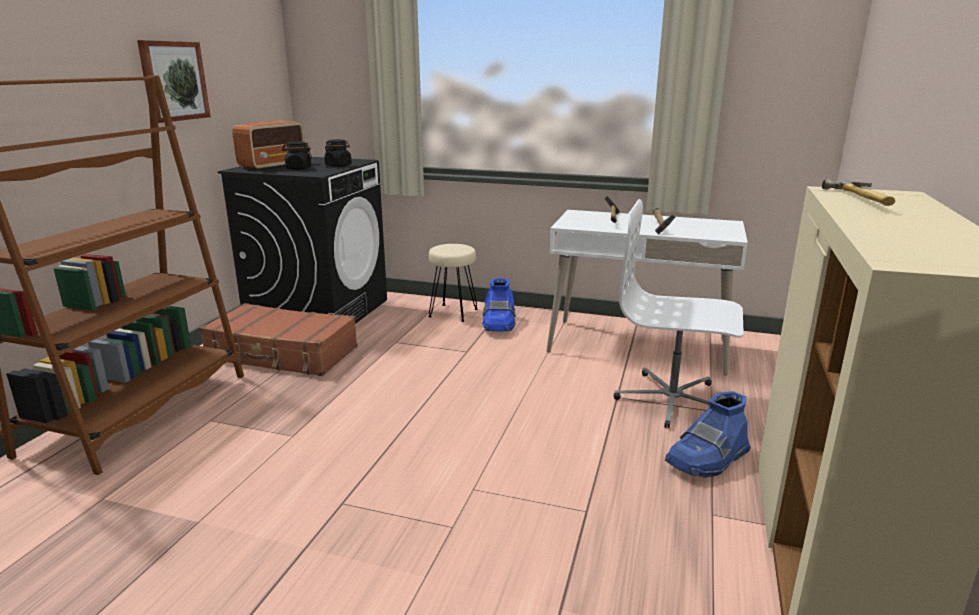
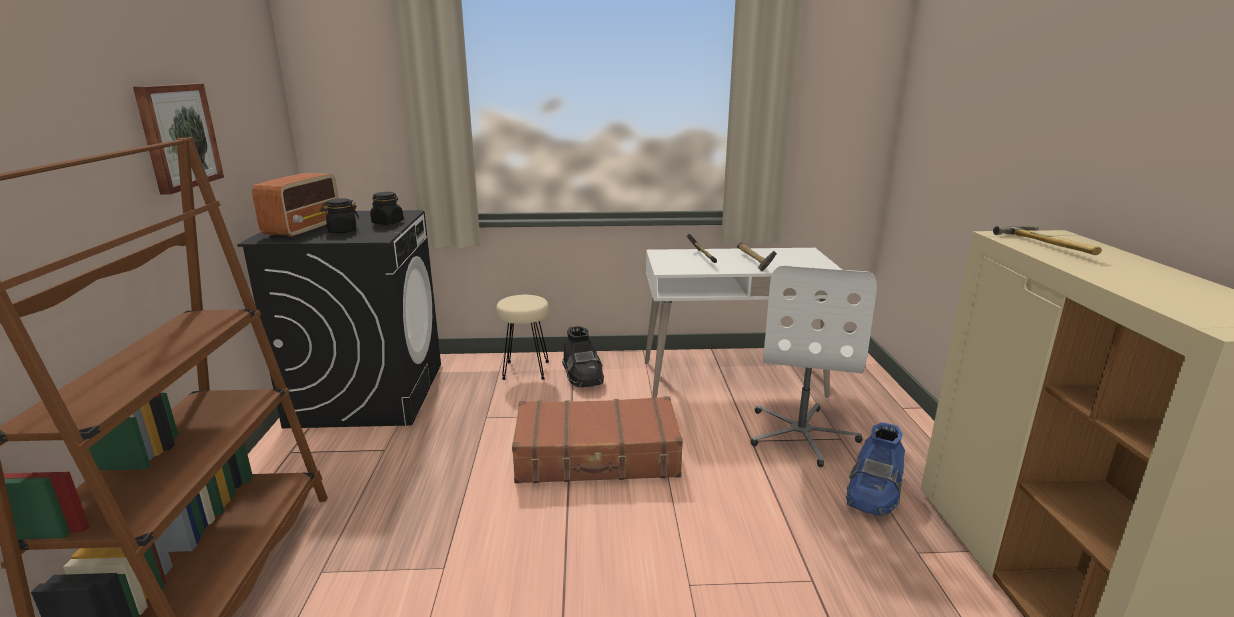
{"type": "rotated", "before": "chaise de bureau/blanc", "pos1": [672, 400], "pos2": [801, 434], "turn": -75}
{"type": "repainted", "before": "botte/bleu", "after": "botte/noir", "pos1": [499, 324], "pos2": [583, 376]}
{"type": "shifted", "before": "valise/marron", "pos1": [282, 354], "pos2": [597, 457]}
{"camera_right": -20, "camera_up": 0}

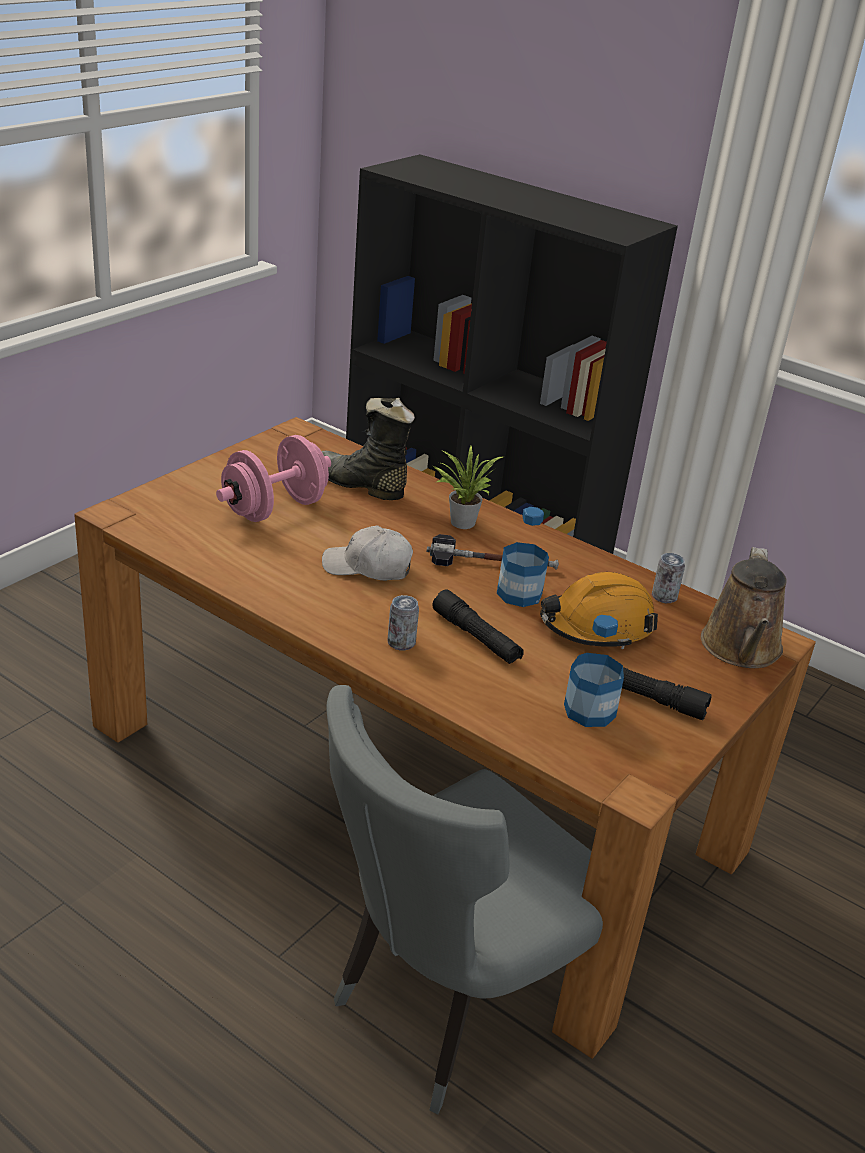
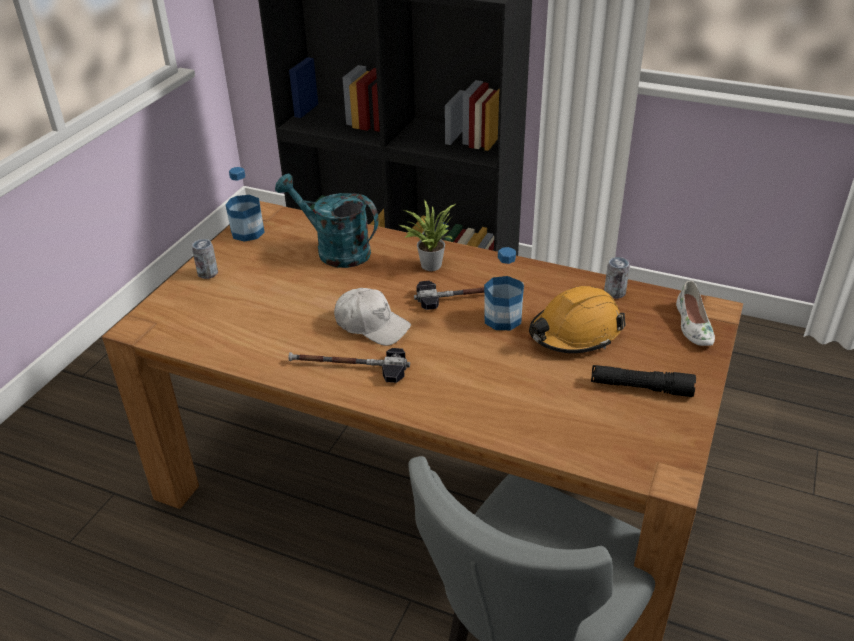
{"type": "swapped", "before": "botte/noir", "after": "arrosoir/turquoise", "pos1": [360, 485], "pos2": [335, 250]}
{"type": "gone", "before": "haltère/rose", "pos1": [274, 509]}
{"type": "rotated", "before": "casquette/blanc", "pos1": [368, 567], "pos2": [372, 325], "turn": -150}
{"type": "swapped", "before": "arrosoir/marron", "after": "chaussure/blanc", "pos1": [741, 649], "pos2": [692, 325]}
{"type": "gone", "before": "lampe de poche/noir", "pos1": [476, 637]}
{"type": "shifted", "before": "boîte métallique", "pos1": [401, 643], "pos2": [208, 273]}
{"type": "shifted", "before": "bouteille", "pos1": [589, 710], "pos2": [247, 232]}
{"type": "new", "after": "marteau", "pos2": [348, 367]}
{"camera_right": -10, "camera_up": 5}

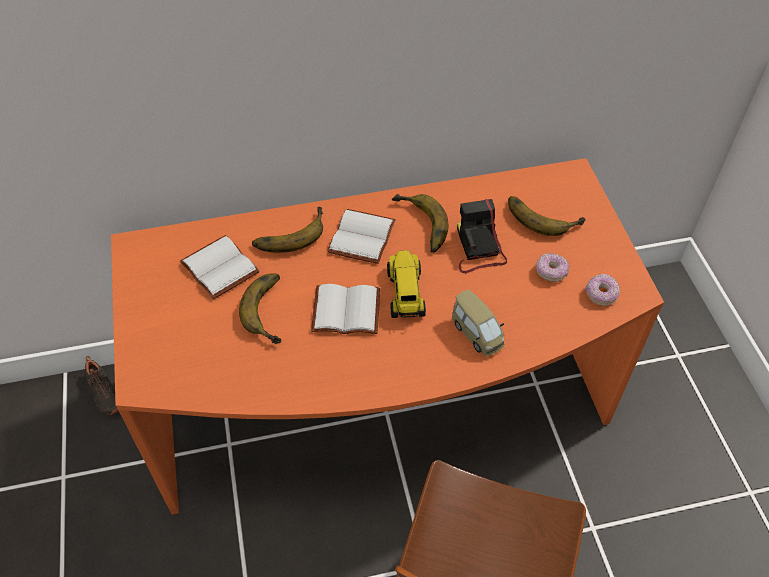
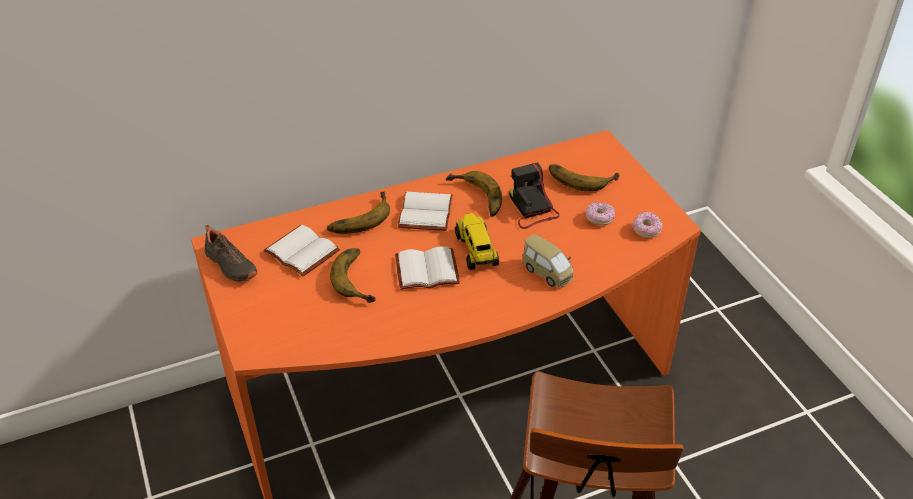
{"type": "shifted", "before": "chaussure/noir", "pos1": [103, 393], "pos2": [230, 266]}
{"camera_right": -10, "camera_up": -10}

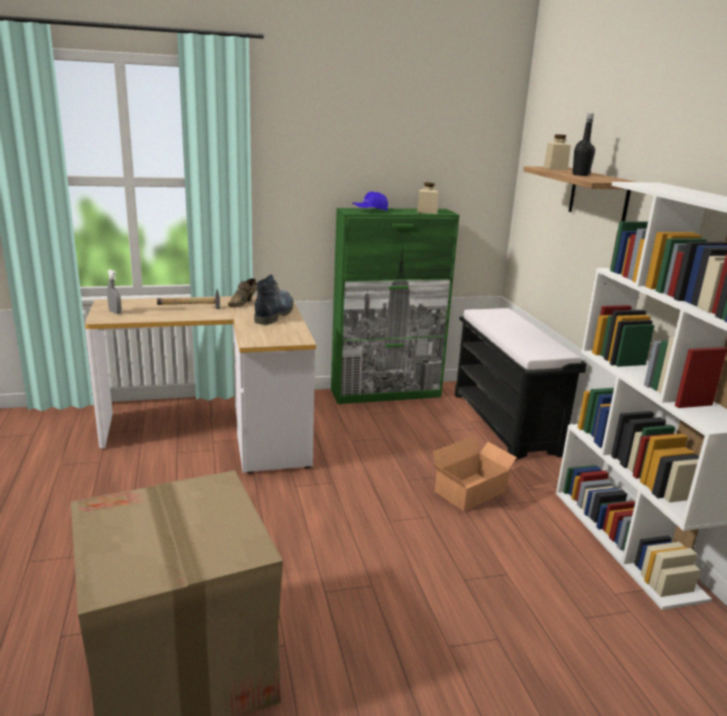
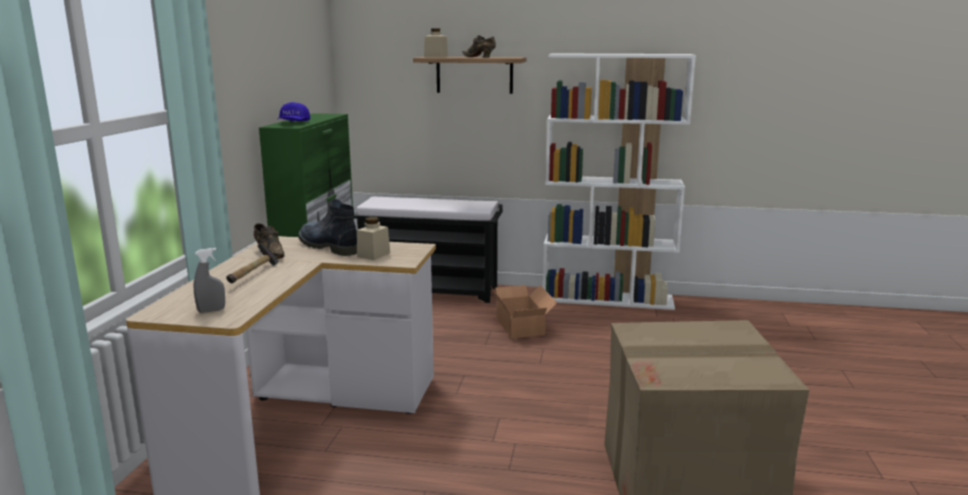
{"type": "swapped", "before": "bouteille/noir", "after": "chaussure/marron", "pos1": [580, 175], "pos2": [479, 57]}
{"type": "shifted", "before": "bocal/beige", "pos1": [427, 212], "pos2": [373, 255]}
{"camera_right": -65, "camera_up": -5}

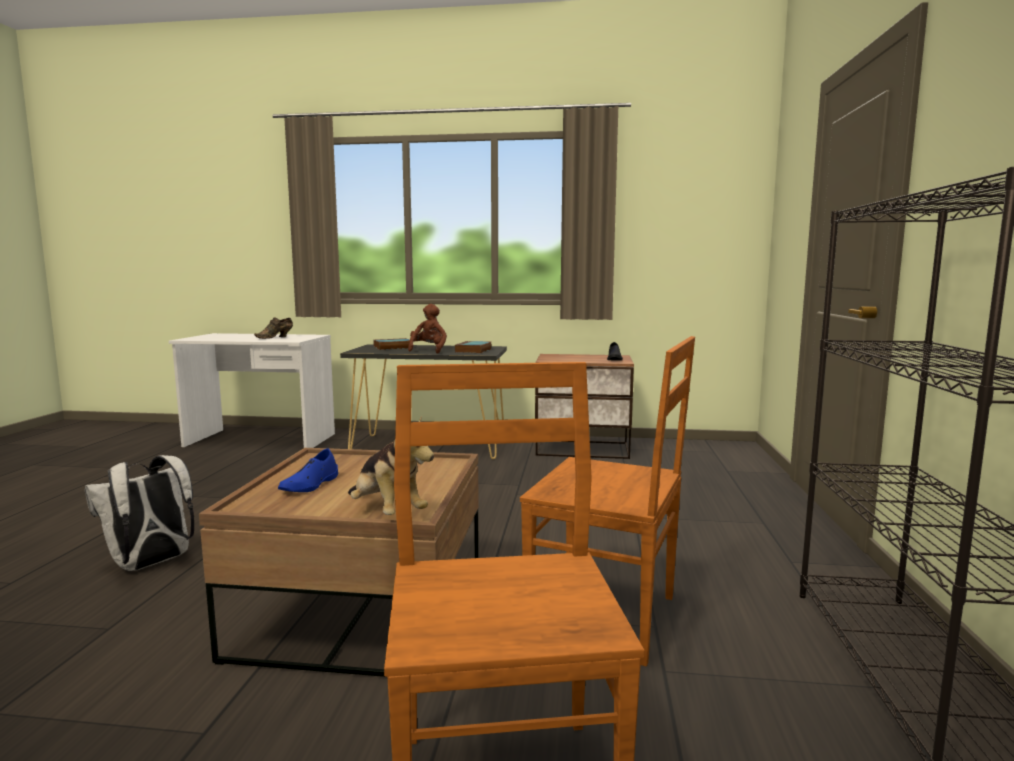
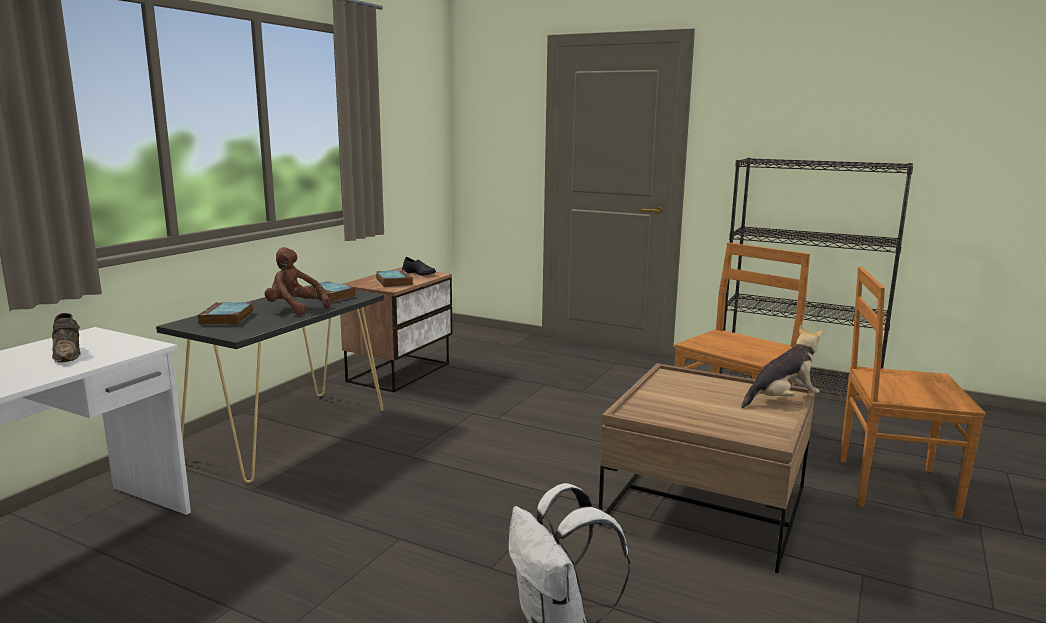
{"type": "gone", "before": "chaussure/bleu", "pos1": [310, 485]}
{"type": "new", "after": "livre", "pos2": [393, 282]}
{"camera_right": -70, "camera_up": 5}

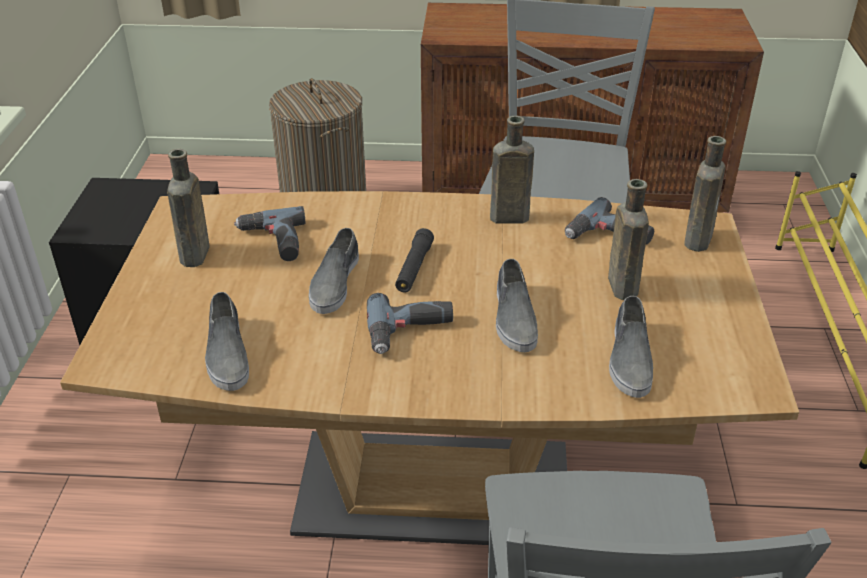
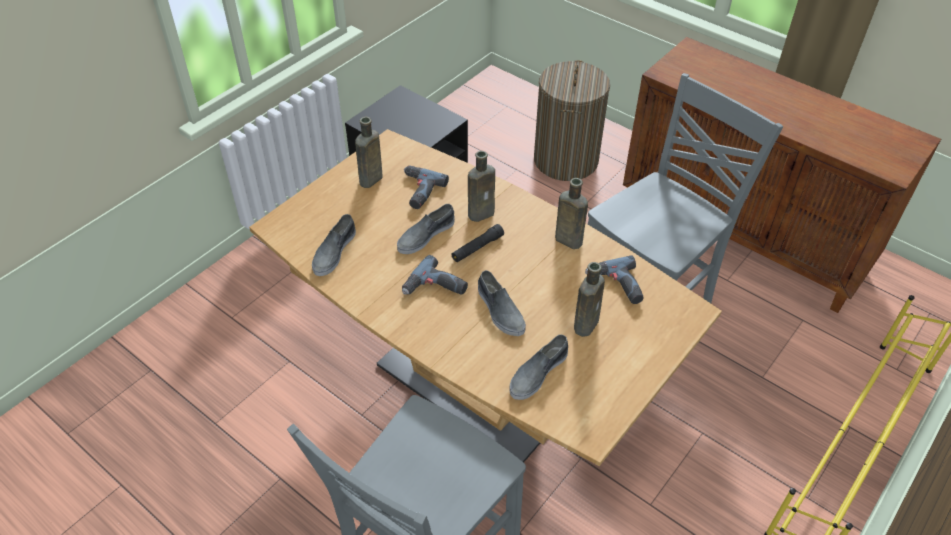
{"type": "shifted", "before": "bouteille/marron", "pos1": [698, 238], "pos2": [483, 213]}
{"type": "rotated", "before": "chaussure/gris", "pos1": [514, 318], "pos2": [500, 310], "turn": -60}
{"camera_right": 35, "camera_up": 10}

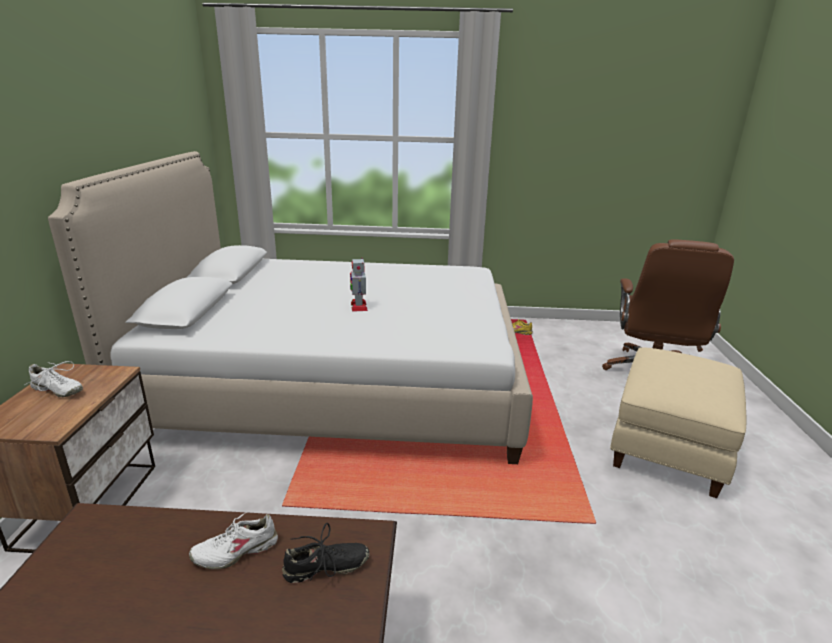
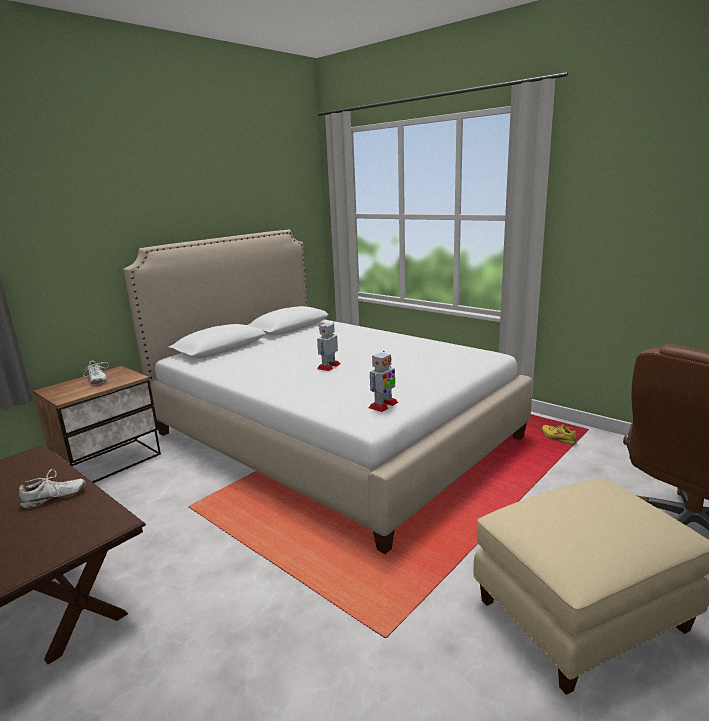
{"type": "rotated", "before": "chaussure/blanc", "pos1": [236, 551], "pos2": [54, 498], "turn": 135}
{"type": "gone", "before": "chaussure/noir", "pos1": [326, 568]}
{"type": "new", "after": "robot jouet", "pos2": [383, 405]}
{"camera_right": 40, "camera_up": -5}

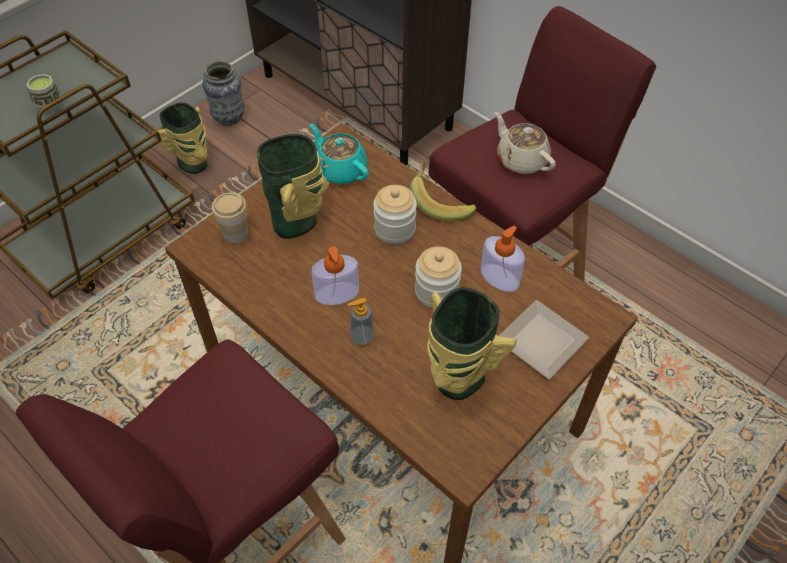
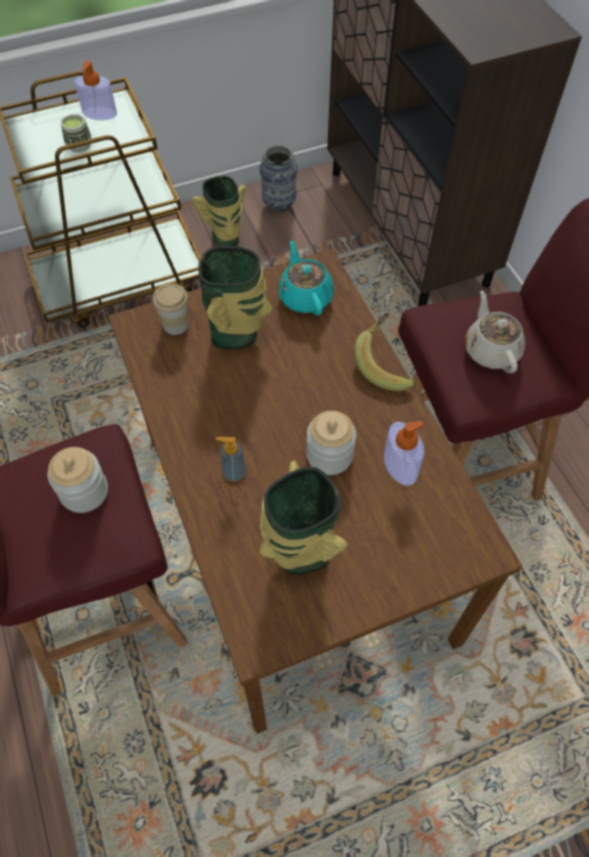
{"type": "shifted", "before": "bocal", "pos1": [395, 229], "pos2": [84, 492]}
{"type": "shifted", "before": "distributeur de savon", "pos1": [337, 293], "pos2": [100, 114]}
{"type": "gone", "before": "assiette", "pos1": [542, 344]}
{"camera_right": 25, "camera_up": 5}

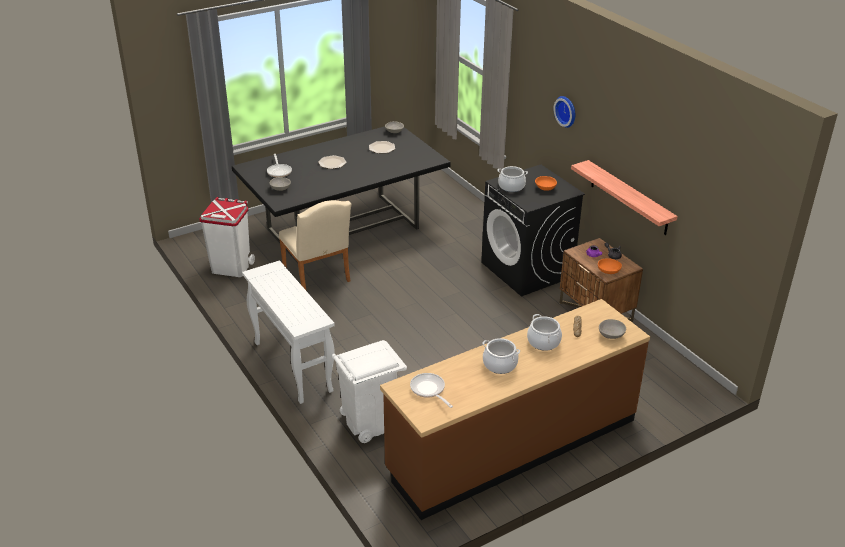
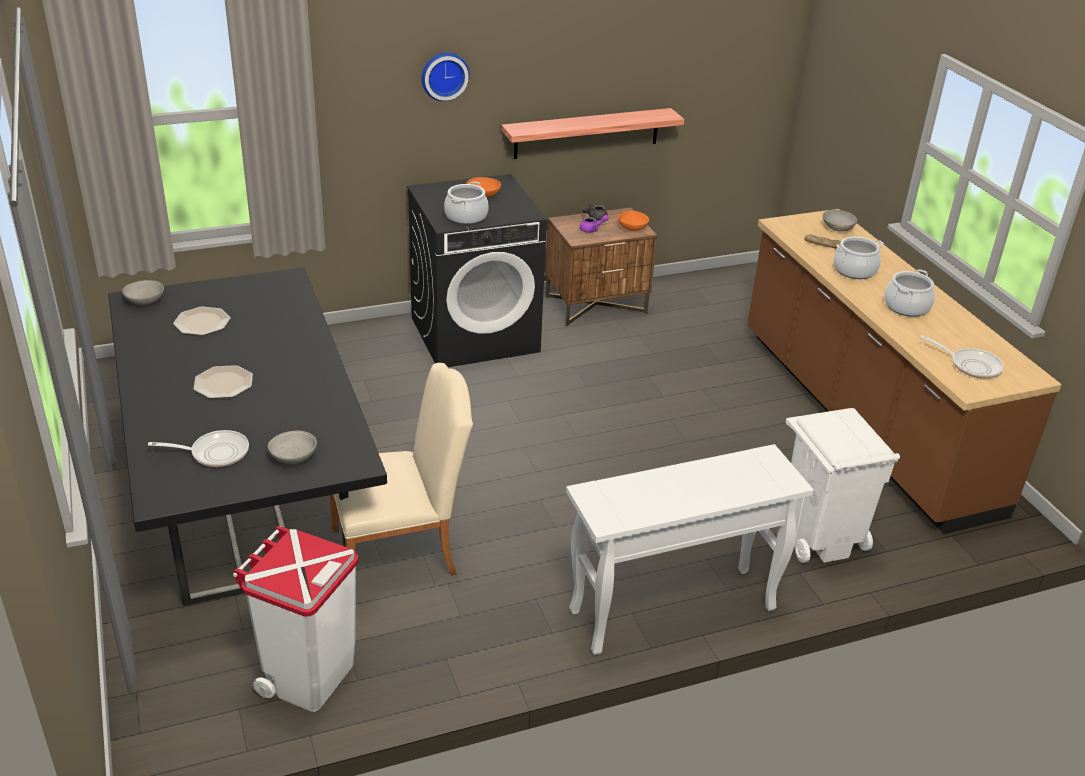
{"type": "rotated", "before": "poêle", "pos1": [429, 390], "pos2": [971, 365], "turn": -120}
{"camera_right": -80, "camera_up": 0}

